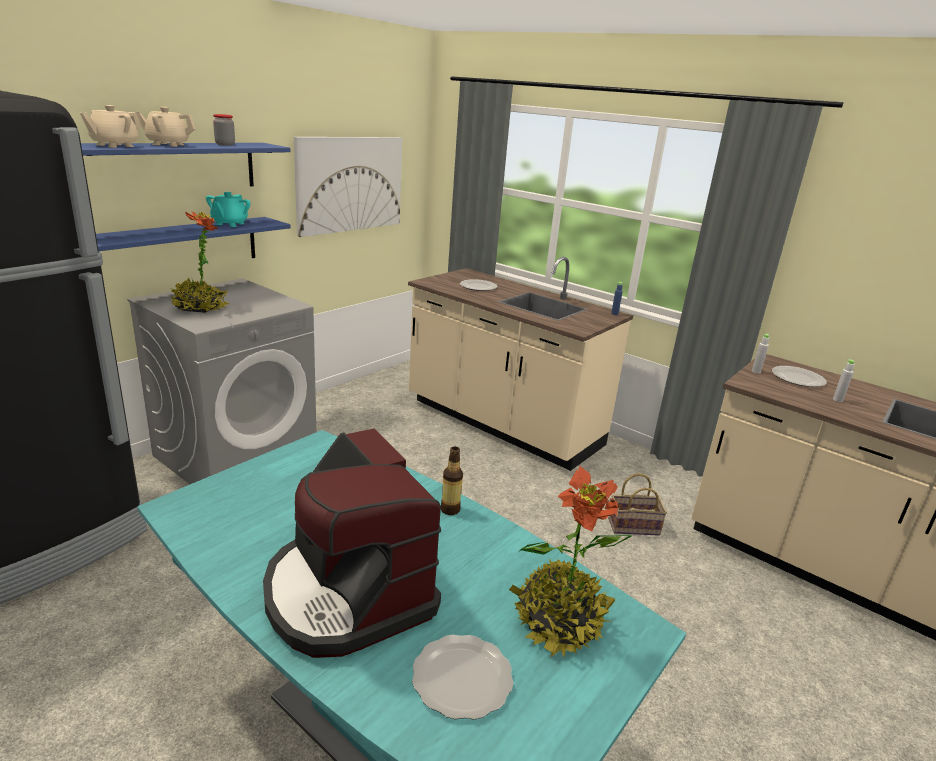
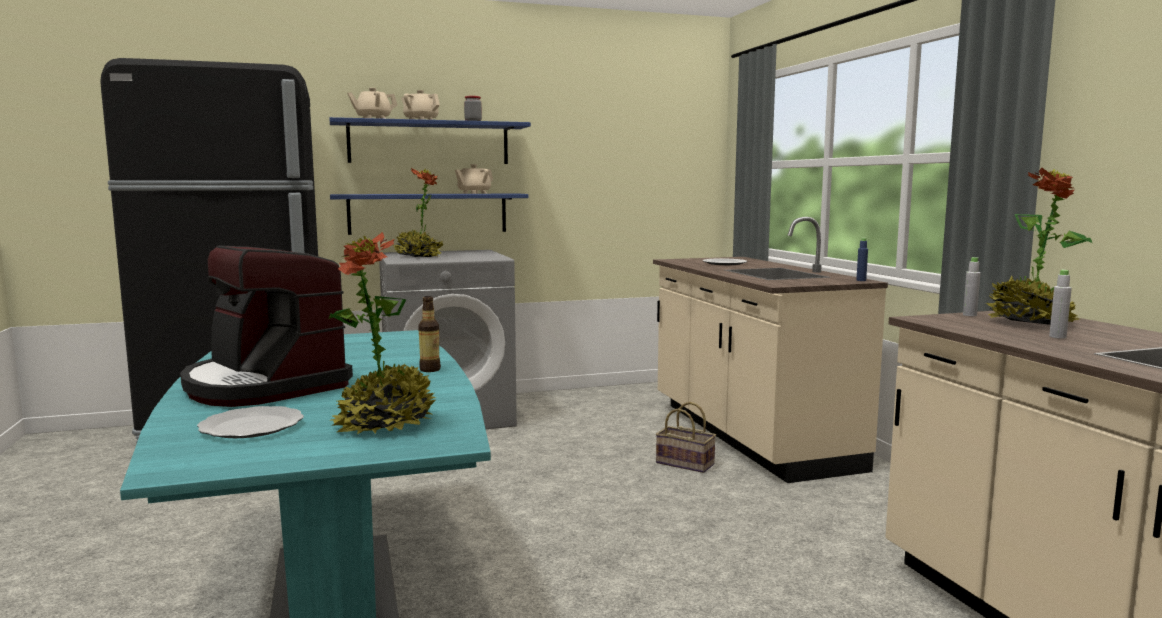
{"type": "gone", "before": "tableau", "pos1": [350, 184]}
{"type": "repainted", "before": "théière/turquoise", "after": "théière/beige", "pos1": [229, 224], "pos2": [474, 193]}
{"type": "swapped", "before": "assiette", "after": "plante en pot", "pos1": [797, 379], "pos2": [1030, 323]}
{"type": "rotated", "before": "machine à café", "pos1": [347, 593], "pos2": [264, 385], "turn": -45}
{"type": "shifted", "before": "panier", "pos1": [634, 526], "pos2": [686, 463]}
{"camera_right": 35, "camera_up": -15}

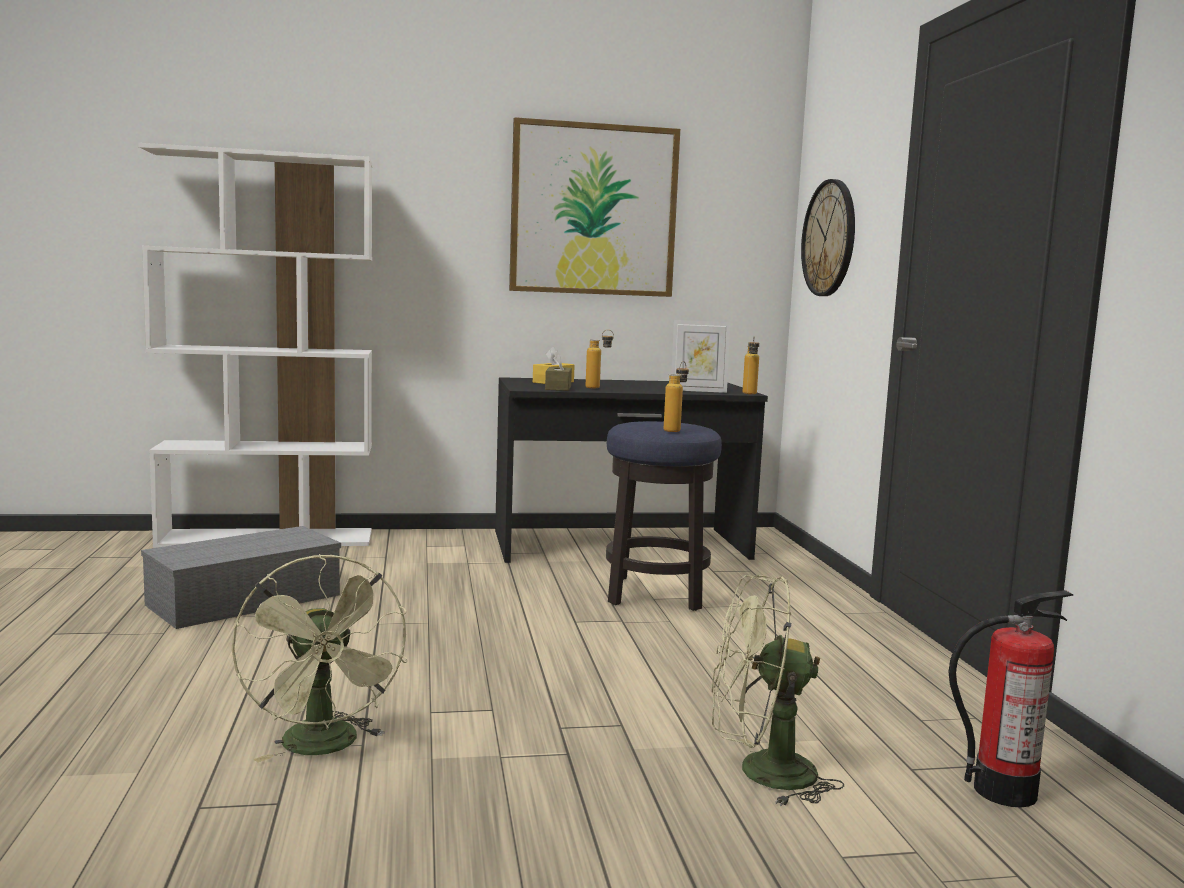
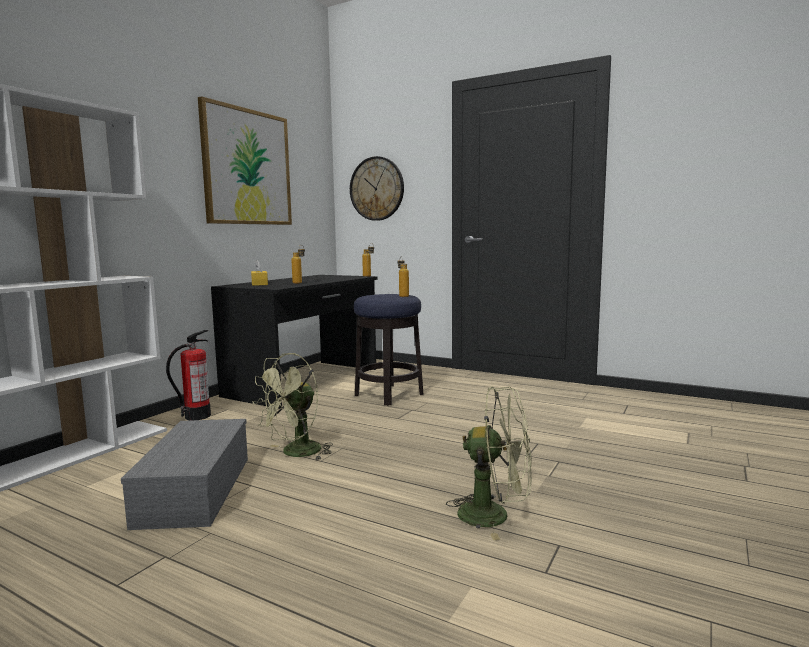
{"type": "gone", "before": "cadre photo", "pos1": [698, 390]}
{"type": "gone", "before": "boîte à mouchoirs/marron", "pos1": [558, 388]}
{"type": "shifted", "before": "ventilateur/vert", "pos1": [761, 773], "pos2": [295, 453]}
{"type": "shifted", "before": "extincteur", "pos1": [1003, 791], "pos2": [197, 416]}
{"camera_right": -50, "camera_up": 0}

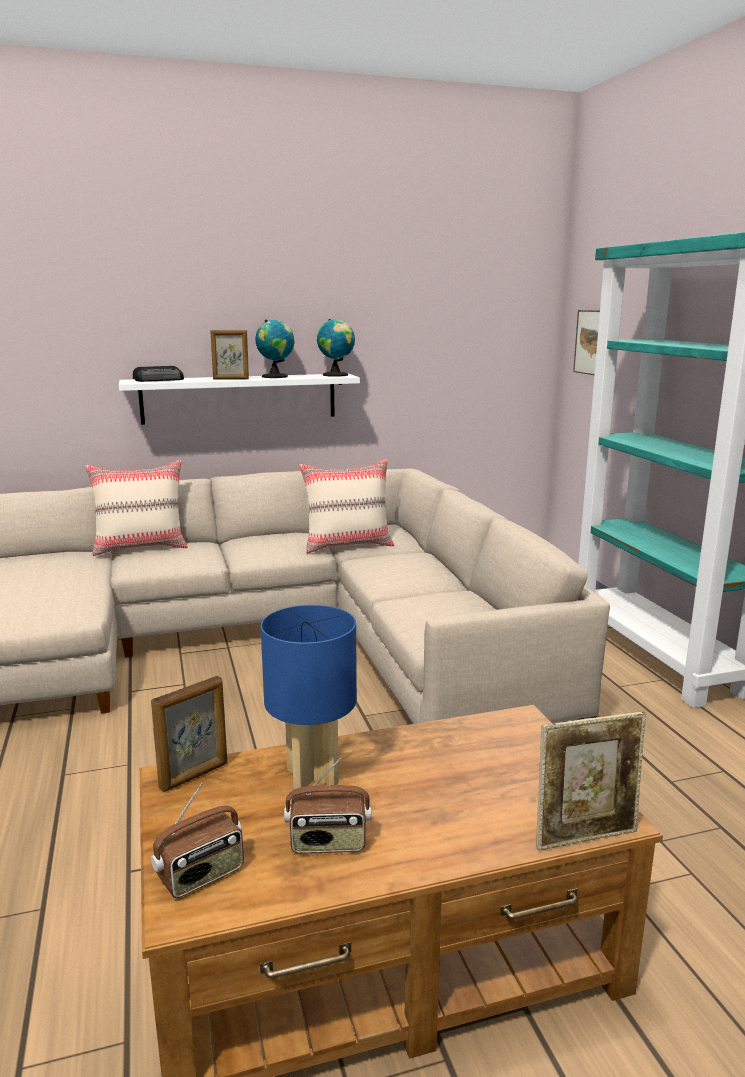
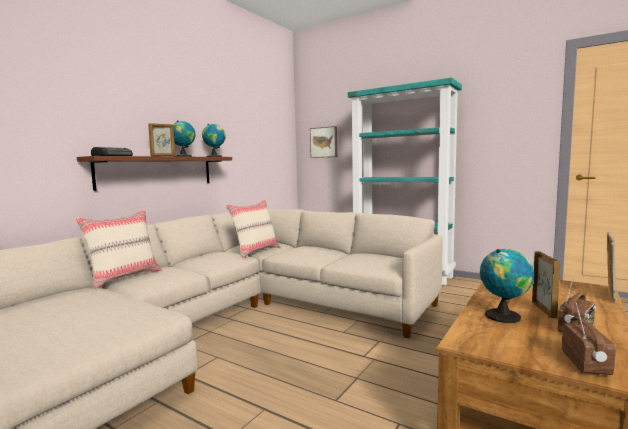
{"type": "repainted", "before": "étagère/blanc", "after": "étagère/marron", "pos1": [239, 398], "pos2": [158, 171]}
{"type": "swapped", "before": "lampe de table/bleu", "after": "globe", "pos1": [313, 776], "pos2": [504, 316]}
{"type": "shifted", "before": "cadre photo", "pos1": [195, 776], "pos2": [544, 310]}
{"camera_right": -40, "camera_up": -10}

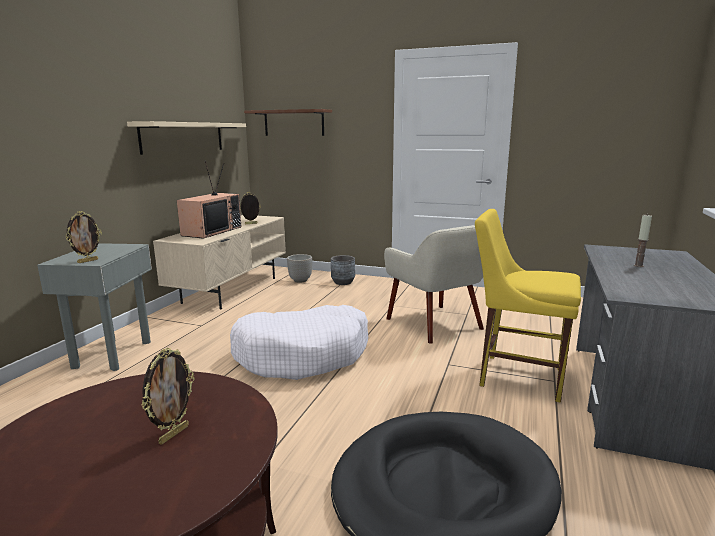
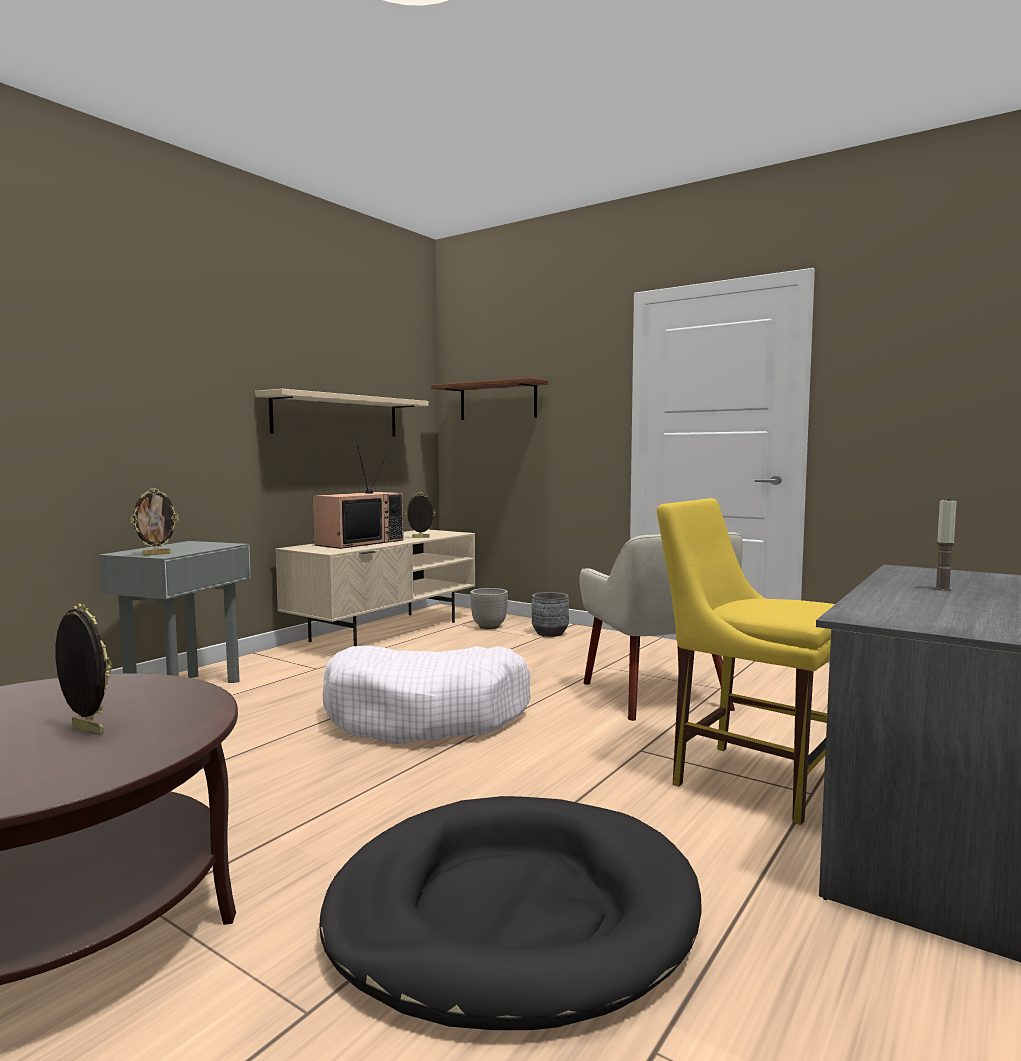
{"type": "rotated", "before": "cadre photo", "pos1": [173, 434], "pos2": [85, 731], "turn": -105}
{"camera_right": 15, "camera_up": -10}

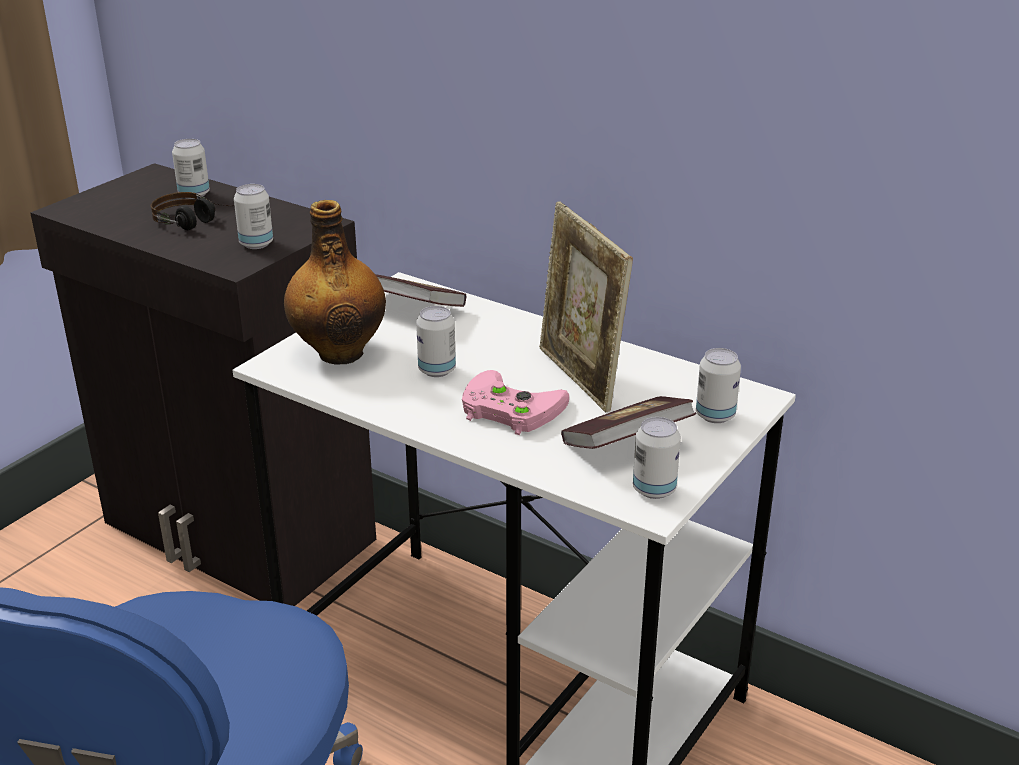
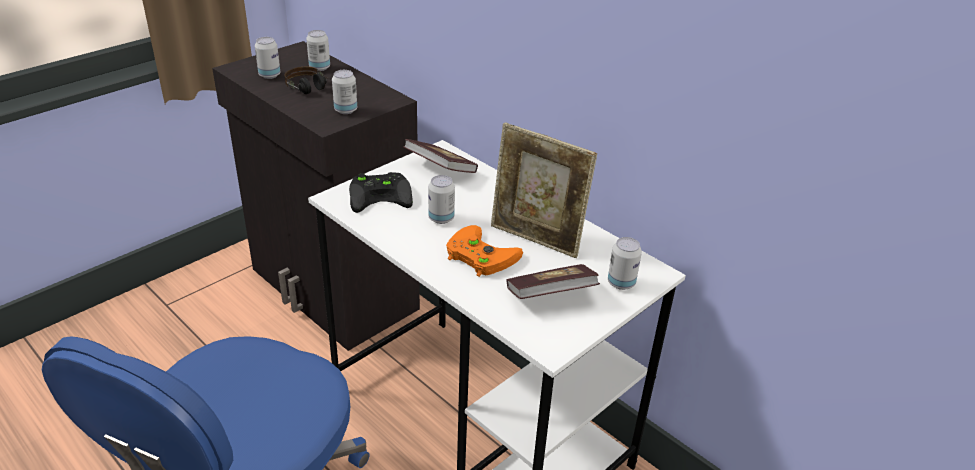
{"type": "swapped", "before": "bouteille", "after": "manette/noir", "pos1": [340, 352], "pos2": [382, 195]}
{"type": "rotated", "before": "cadre photo", "pos1": [579, 378], "pos2": [536, 239], "turn": -45}
{"type": "repainted", "before": "manette/rose", "after": "manette/orange", "pos1": [507, 409], "pos2": [478, 255]}
{"type": "shifted", "before": "boîte métallique", "pos1": [654, 489], "pos2": [269, 75]}
{"camera_right": 10, "camera_up": 5}

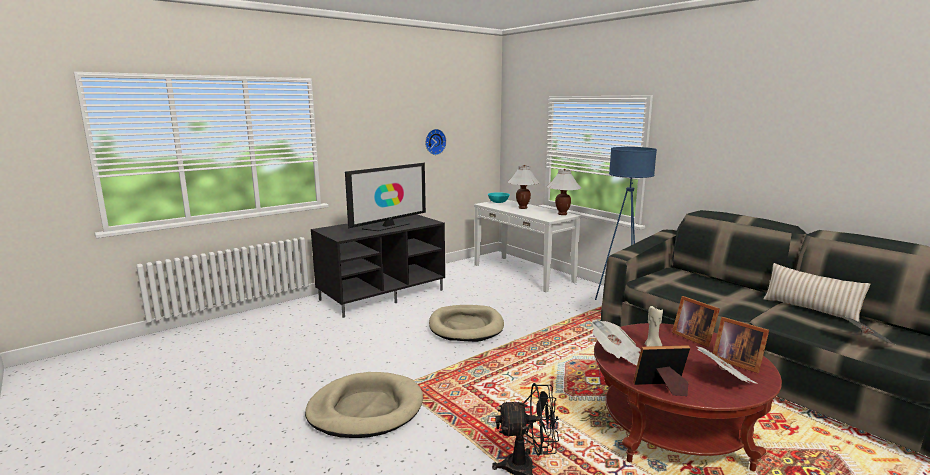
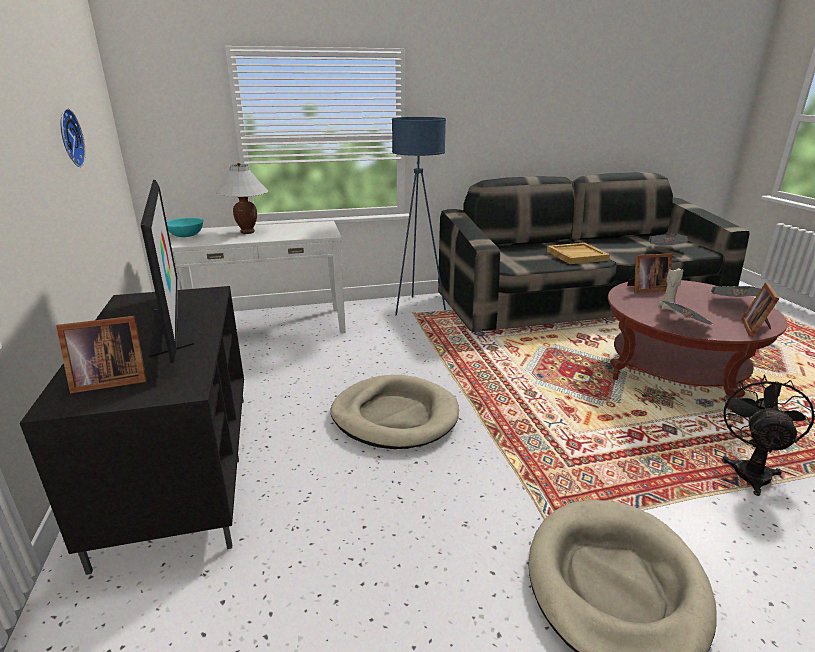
{"type": "gone", "before": "lampe de table/blanc", "pos1": [562, 214]}
{"type": "gone", "before": "coussin/beige", "pos1": [810, 309]}
{"type": "shifted", "before": "cadre photo", "pos1": [736, 361], "pos2": [108, 381]}
{"type": "new", "after": "plateau/beige", "pos2": [577, 255]}
{"camera_right": -65, "camera_up": 10}

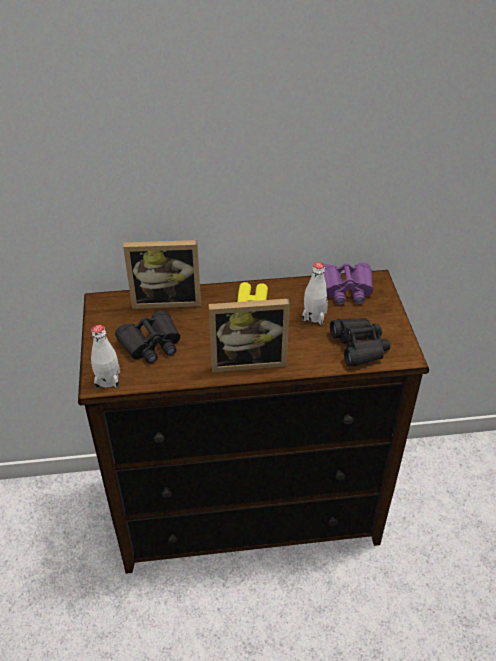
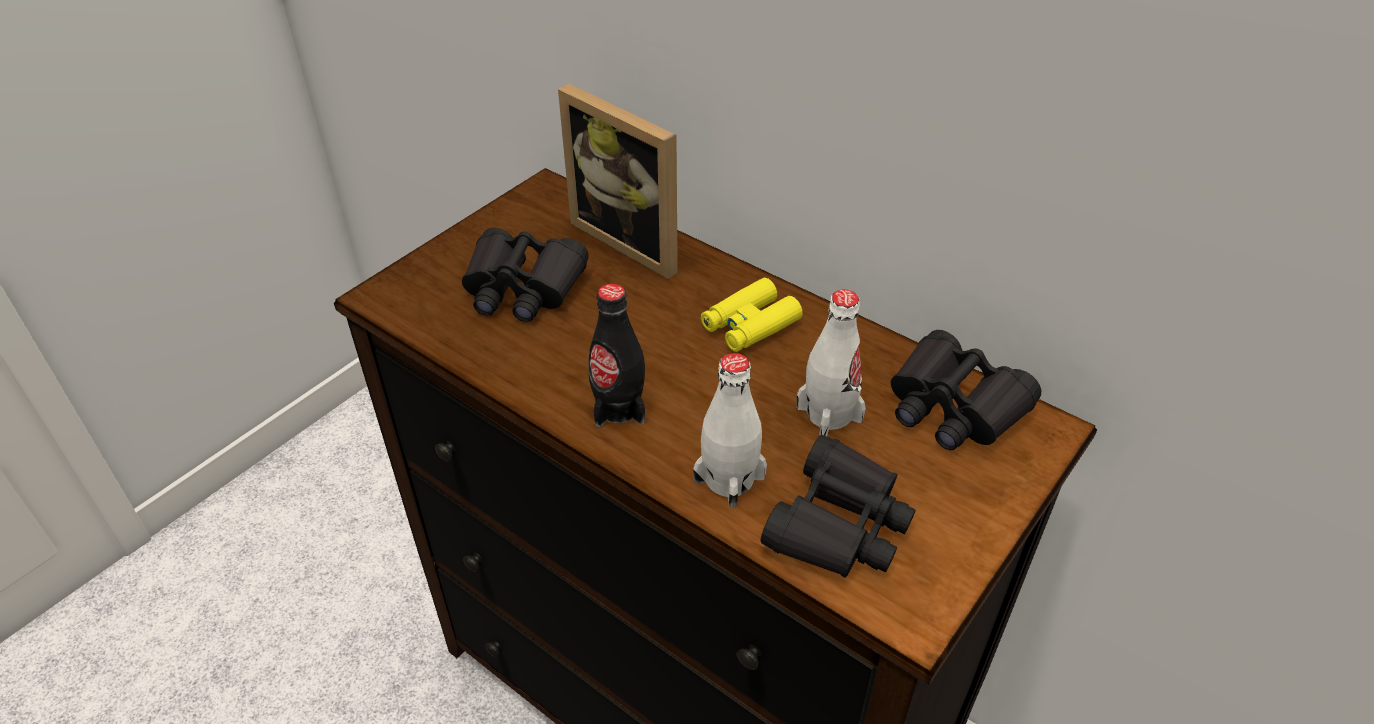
{"type": "repainted", "before": "jumelles/violet", "after": "jumelles/noir", "pos1": [345, 289], "pos2": [953, 406]}
{"type": "swapped", "before": "cadre photo", "after": "bouteille/noir", "pos1": [248, 360], "pos2": [618, 407]}
{"type": "shifted", "before": "bouteille/blanc", "pos1": [108, 379], "pos2": [729, 479]}
{"camera_right": 45, "camera_up": 0}

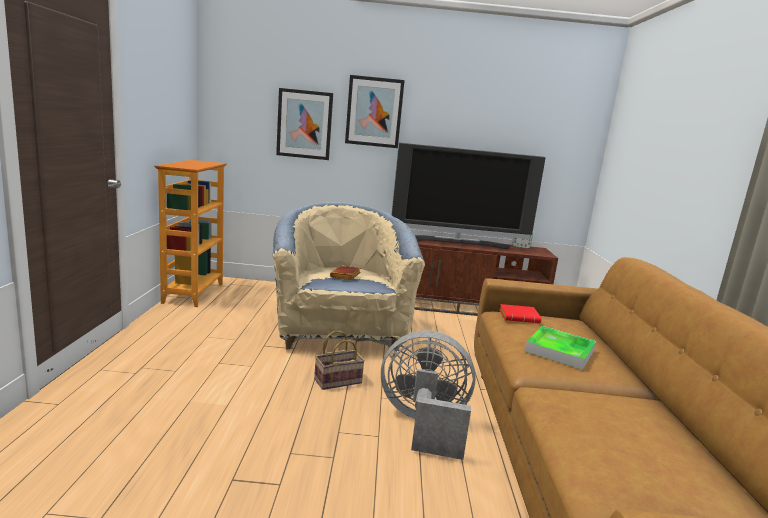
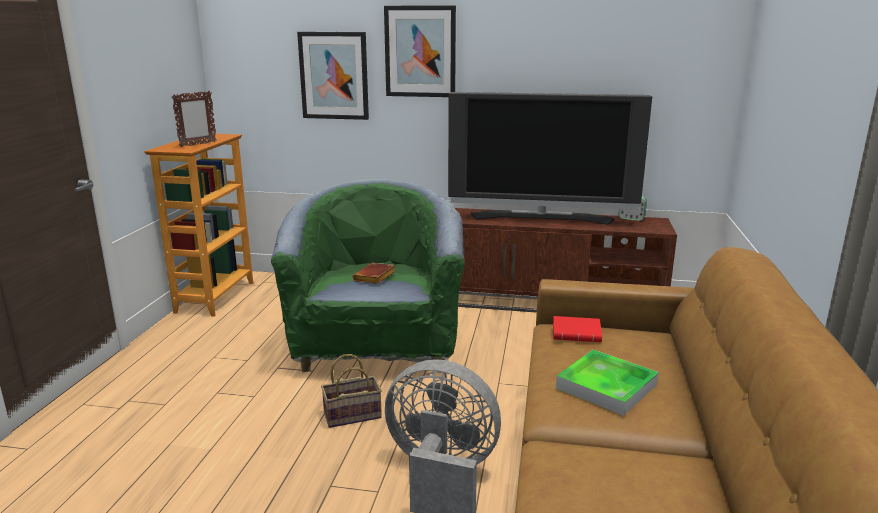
{"type": "repainted", "before": "fauteuil/beige", "after": "fauteuil/vert", "pos1": [339, 333], "pos2": [377, 346]}
{"type": "new", "after": "cadre photo", "pos2": [197, 144]}
{"camera_right": 10, "camera_up": 5}

